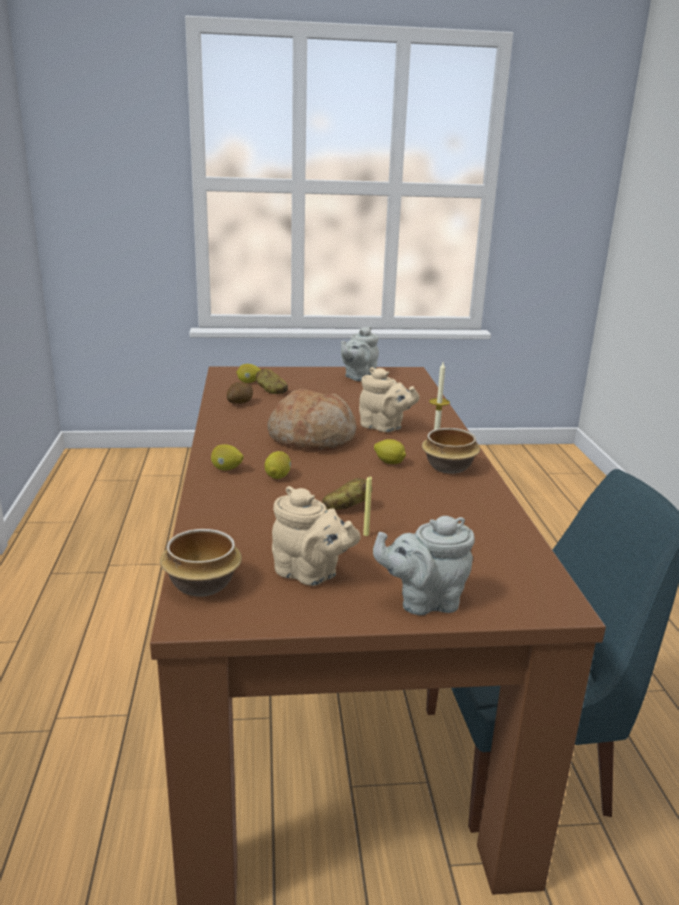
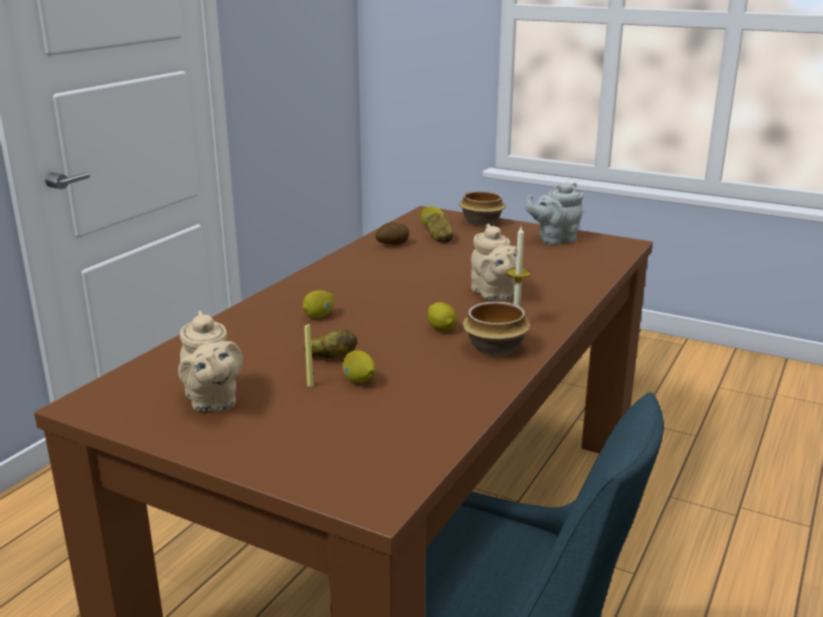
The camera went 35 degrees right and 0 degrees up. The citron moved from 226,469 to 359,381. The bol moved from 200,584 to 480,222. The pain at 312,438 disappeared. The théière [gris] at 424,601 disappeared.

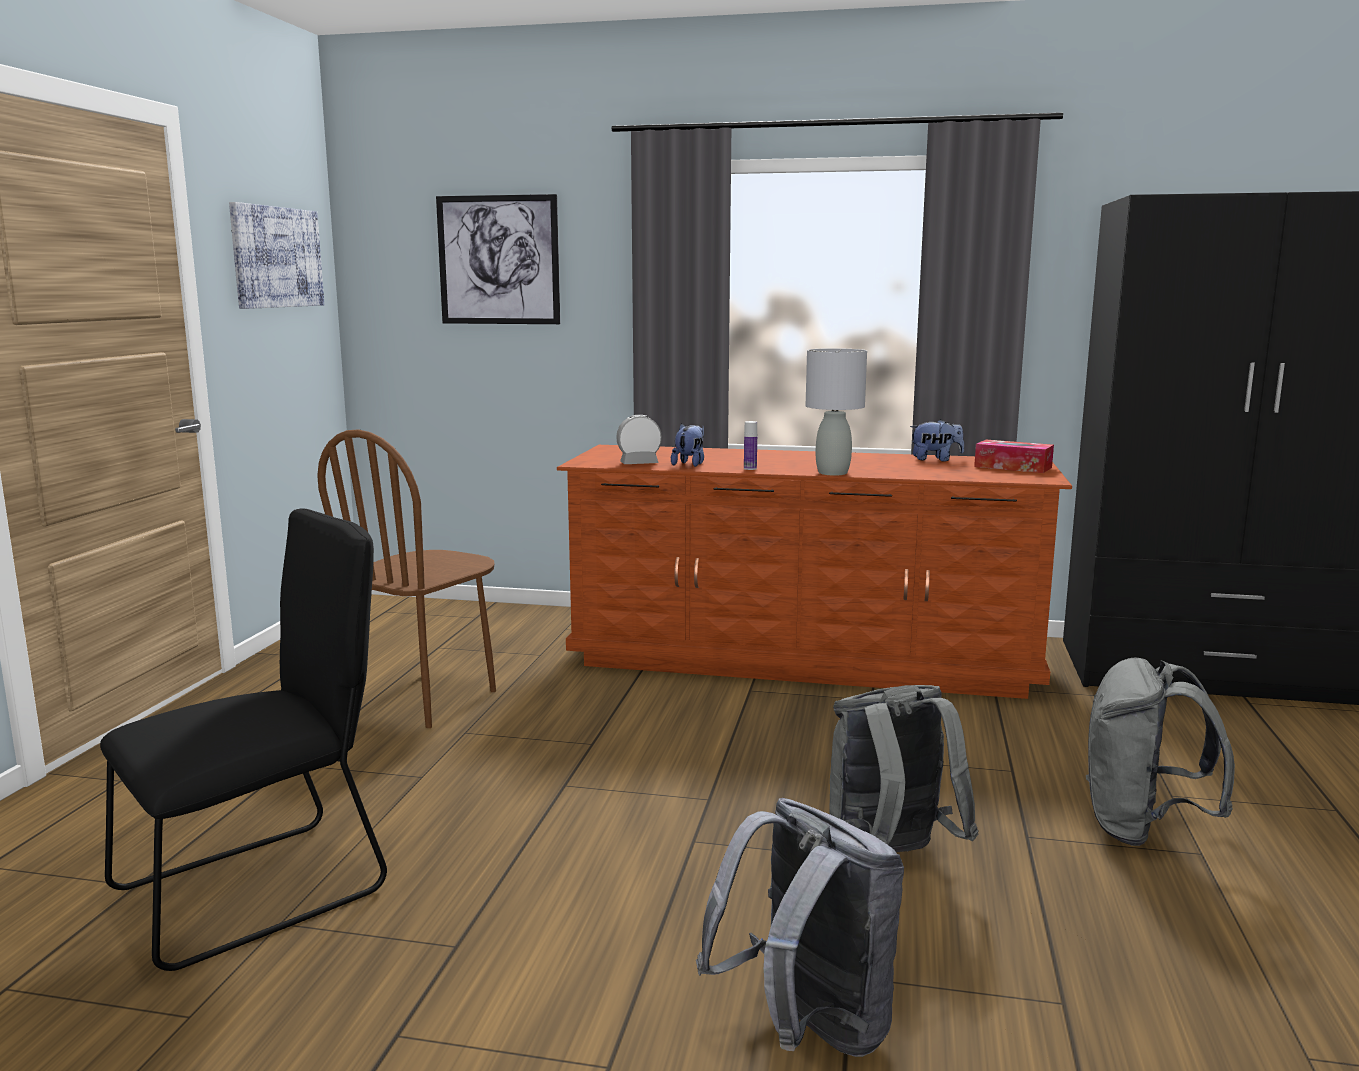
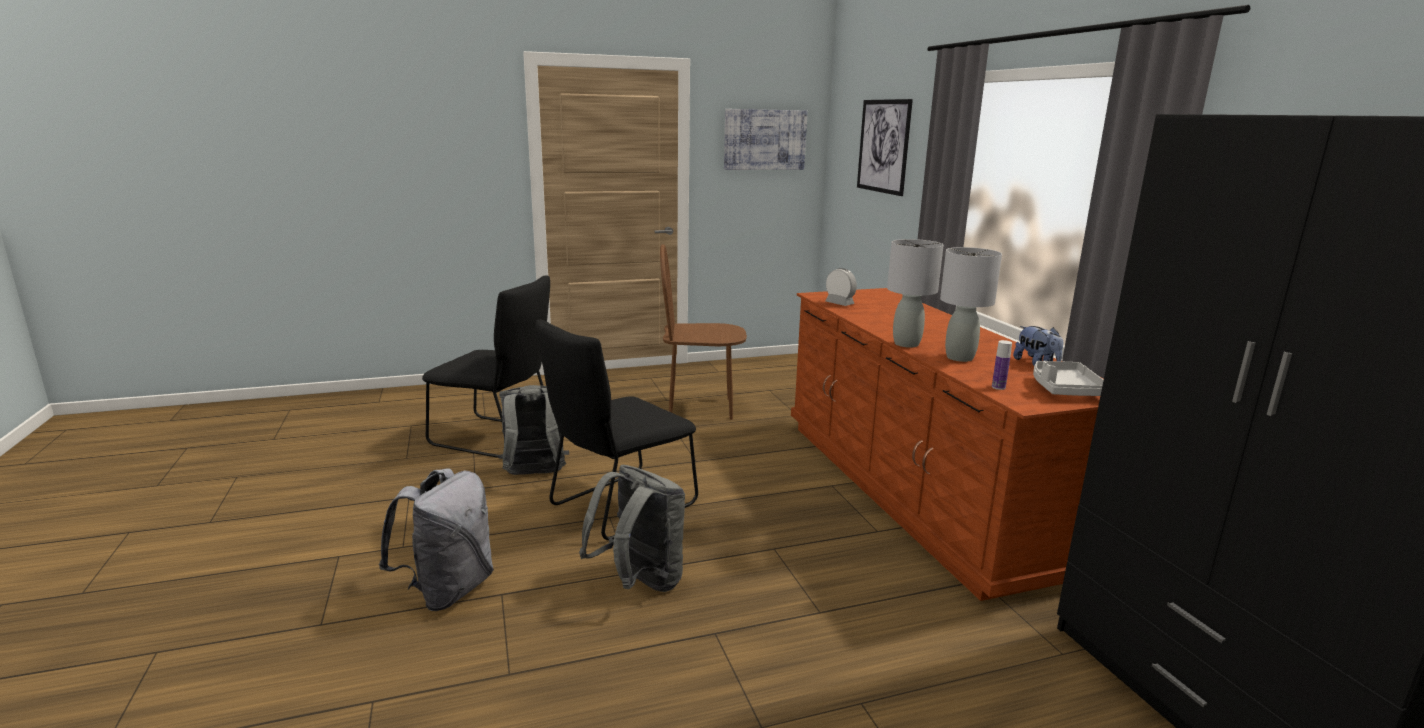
The camera went 60 degrees right and 5 degrees up. The sac à dos [gris] moved from 1142,829 to 535,475. The chaise [noir] at 618,507 appeared. The lampe de table [gris] at 959,357 appeared. The bouteille moved from 750,468 to 998,387. The boîte à mouchoirs at 1013,467 was replaced by the plateau [gris] at 1064,389. The peluche at 690,464 disappeared.

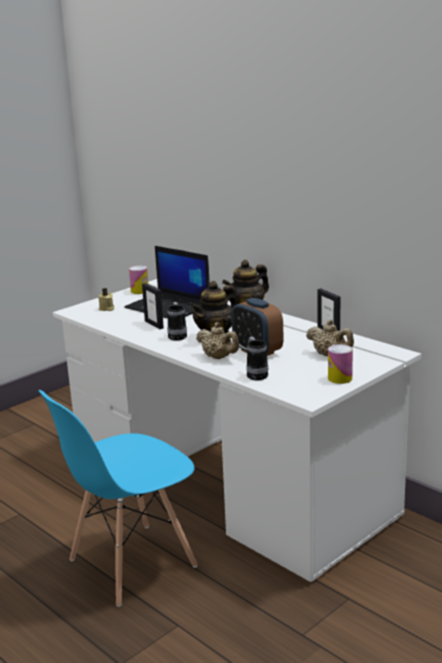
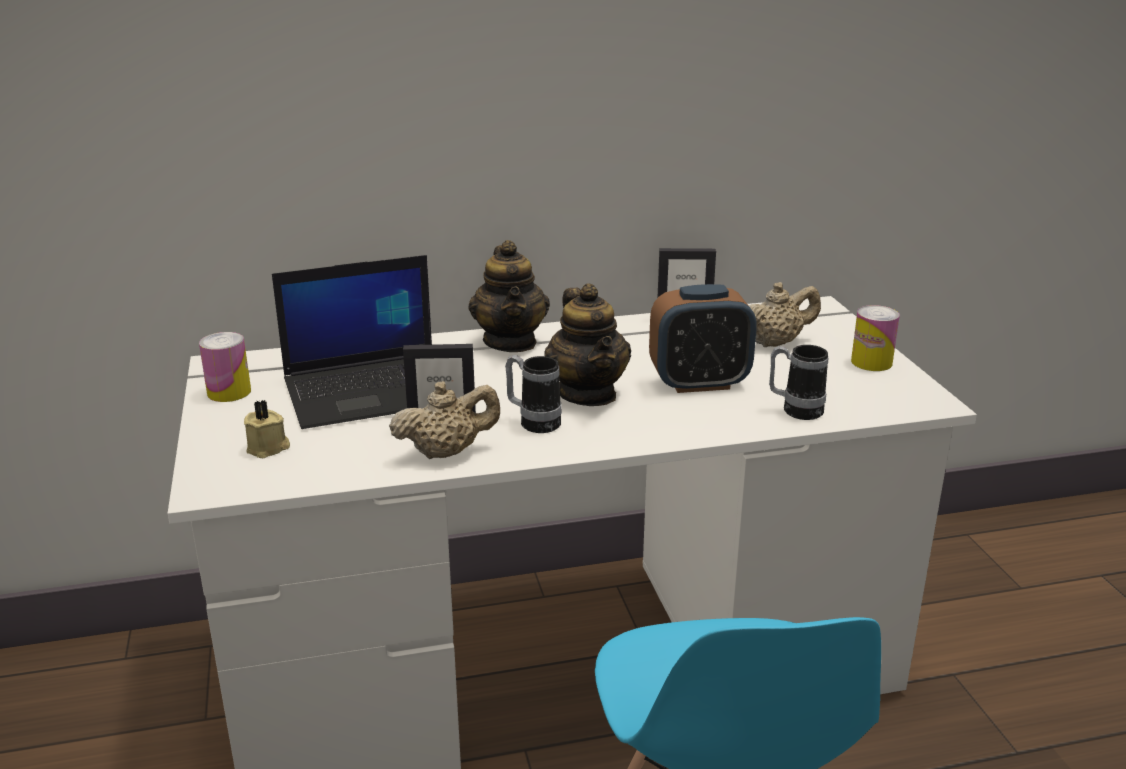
The camera went 60 degrees left and 5 degrees up. The théière [beige] moved from 219,357 to 447,452.

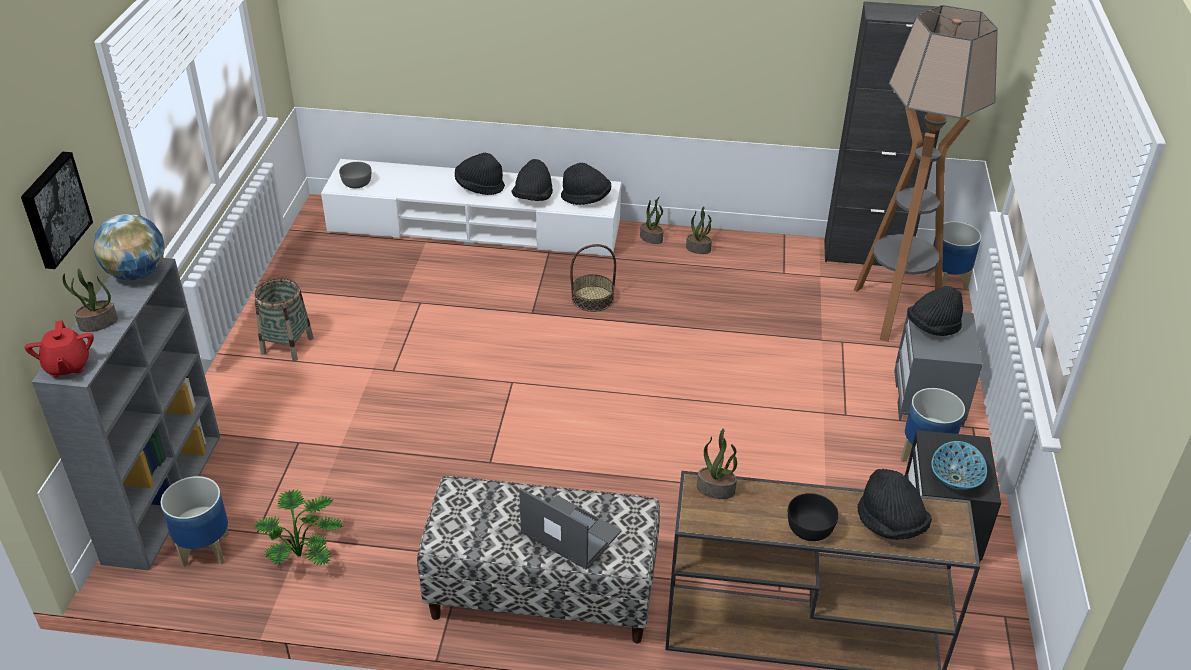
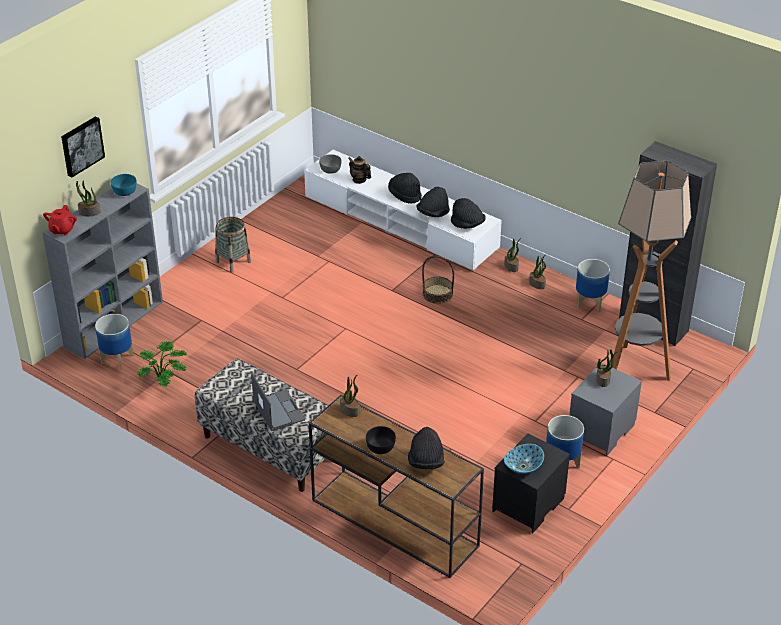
The camera went 30 degrees right and 0 degrees up. The globe at 137,273 was replaced by the bol [turquoise] at 125,191. The théière at 359,179 appeared. The cache-pot moved from 946,282 to 589,303. The chapeau [noir] at 932,327 was replaced by the plante en pot at 603,380.

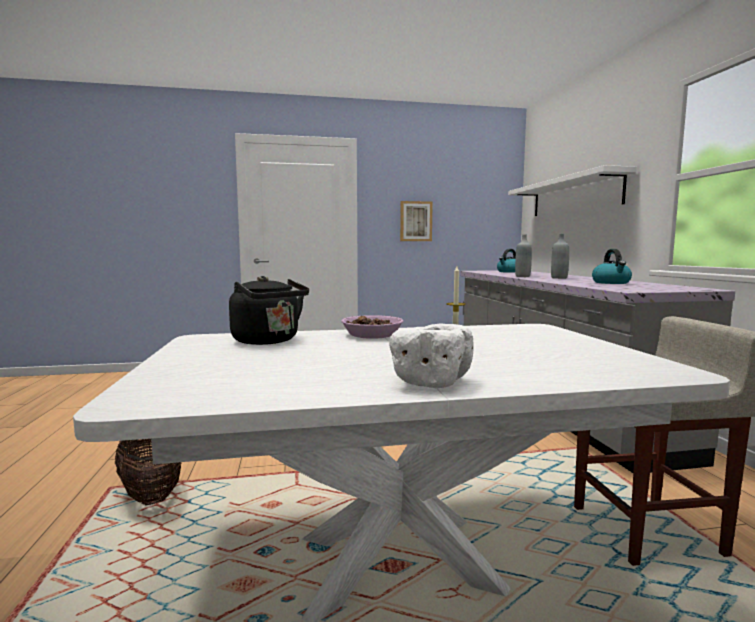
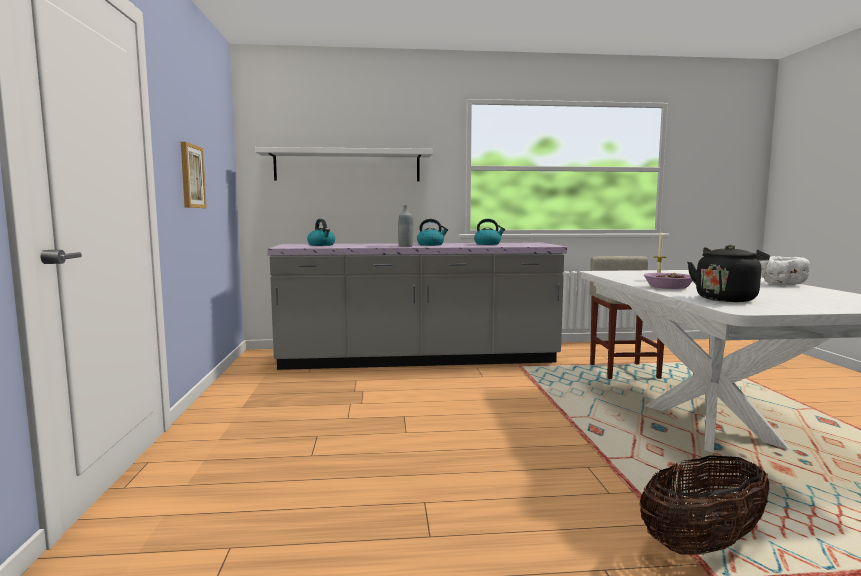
The camera went 85 degrees left and 0 degrees up. The bouteille [gris] at 559,278 was replaced by the bouilloire at 431,245.

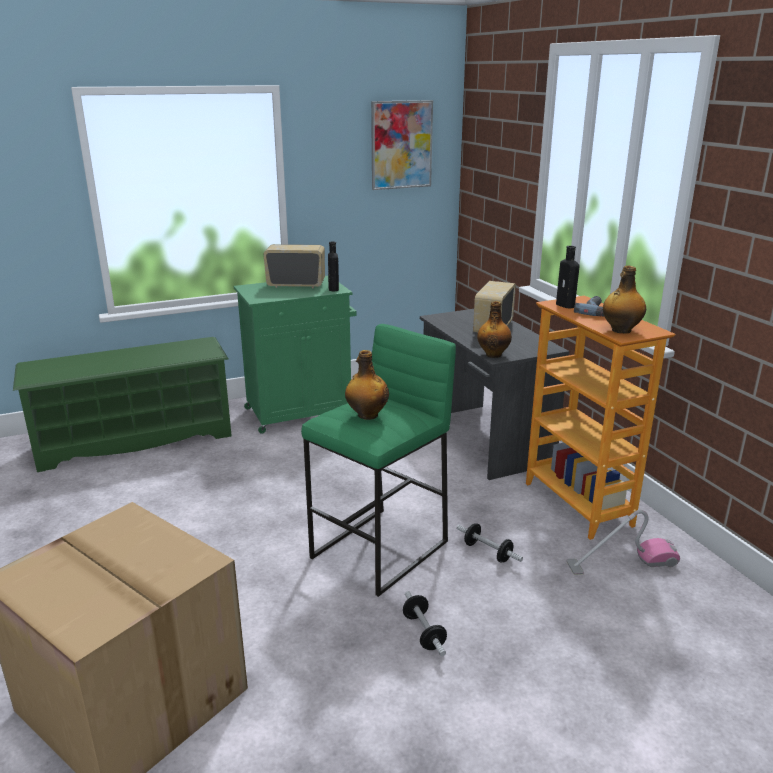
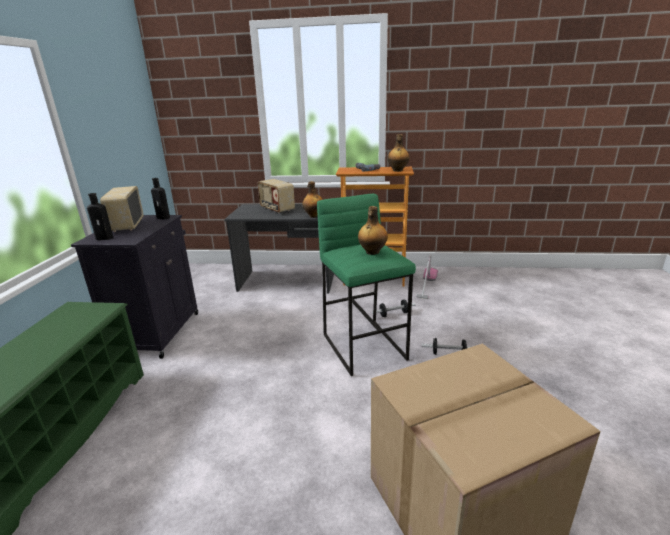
The camera went 60 degrees left and 0 degrees up. The meuble de rangement [vert] at 301,412 became the meuble de rangement [noir] at 158,332. The bouteille [noir] moved from 566,305 to 105,238. The radio at 296,285 turned 45 degrees counterclockwise. The tableau at 401,145 disappeared.

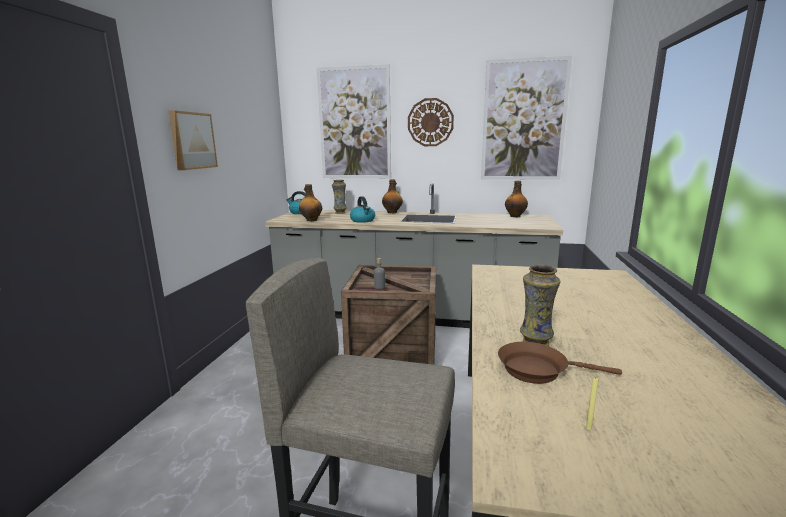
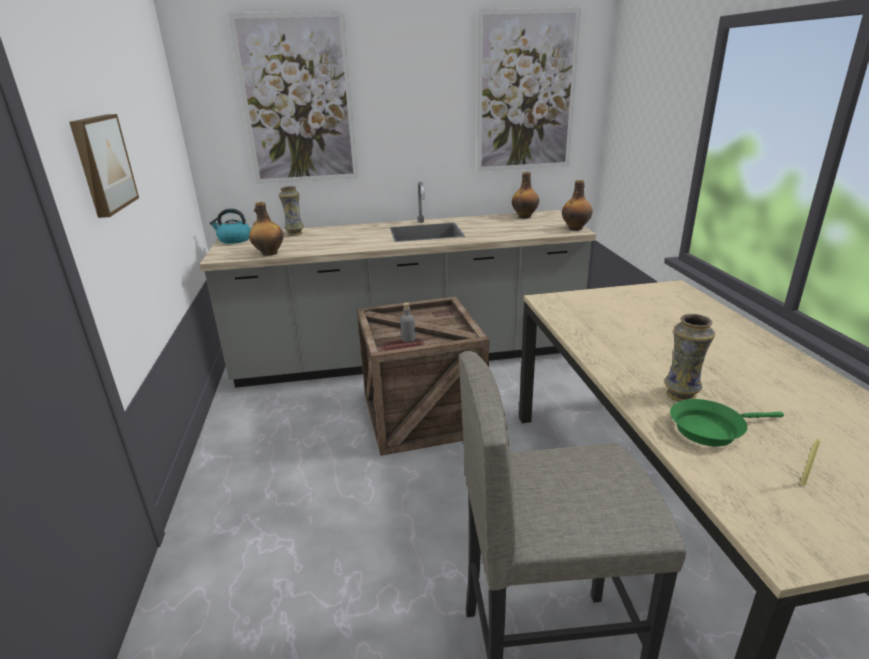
The camera went 20 degrees left and 10 degrees up. The bouteille moved from 392,212 to 576,228. The poêle [marron] at 538,370 became the poêle [vert] at 711,429. The bouilloire at 363,220 disappeared. The horloge murale at 430,122 disappeared.

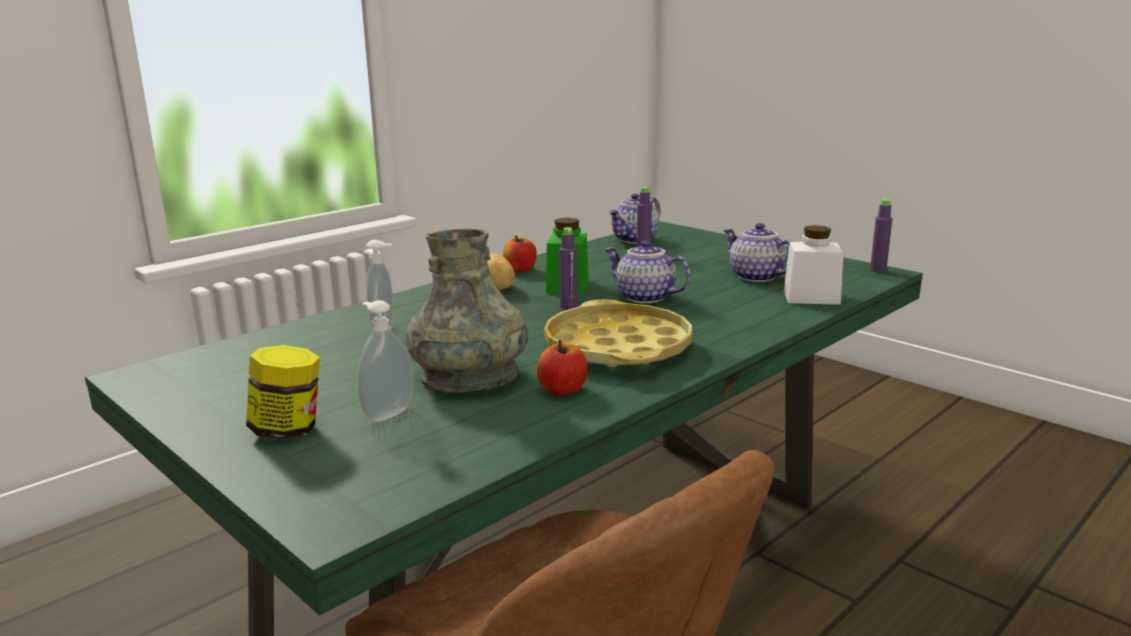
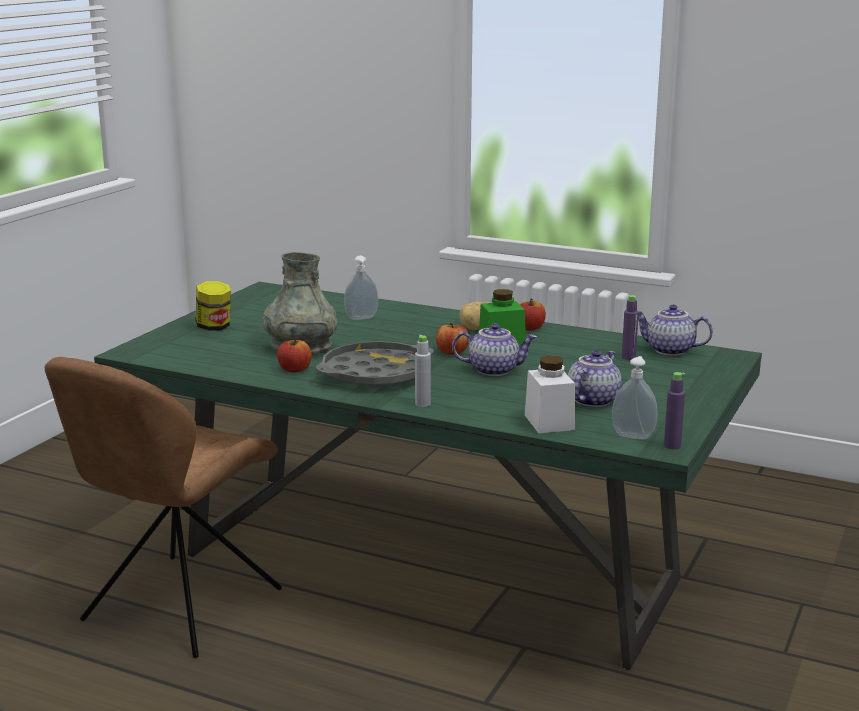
The camera went 70 degrees right and 0 degrees up. The plateau [jaune] at 617,348 became the plateau [gris] at 375,374. The bouteille [gris] at 422,404 appeared. The bouteille [violet] at 568,306 was replaced by the pomme at 452,352. The théière at 643,297 turned 75 degrees clockwise. The distributeur de savon moved from 386,413 to 633,435.

